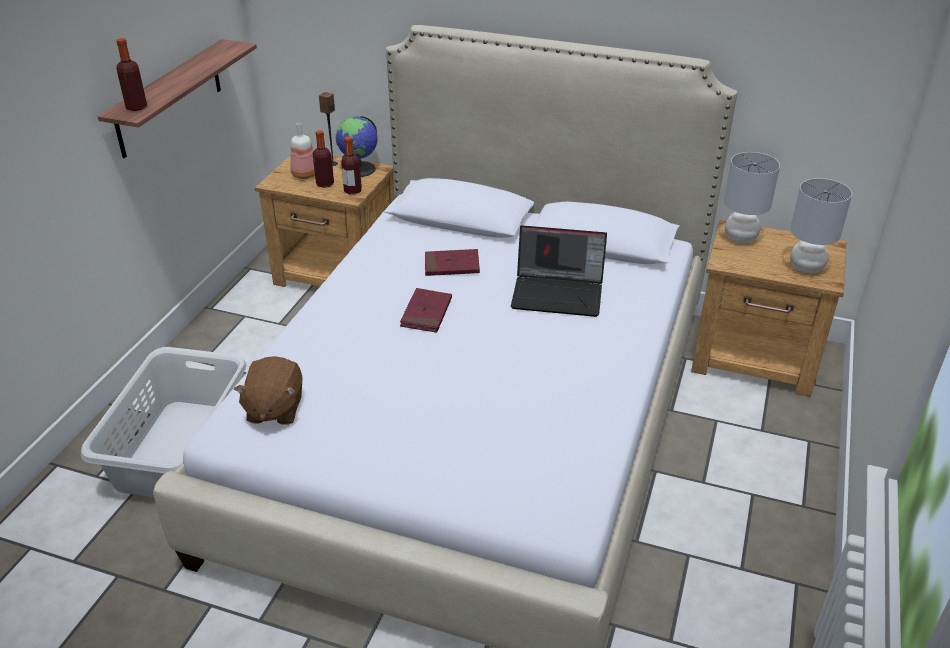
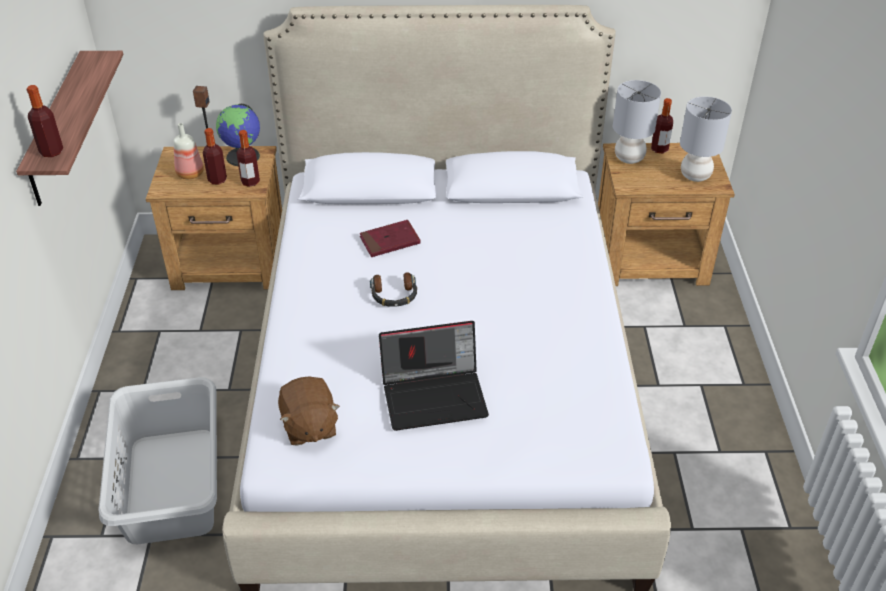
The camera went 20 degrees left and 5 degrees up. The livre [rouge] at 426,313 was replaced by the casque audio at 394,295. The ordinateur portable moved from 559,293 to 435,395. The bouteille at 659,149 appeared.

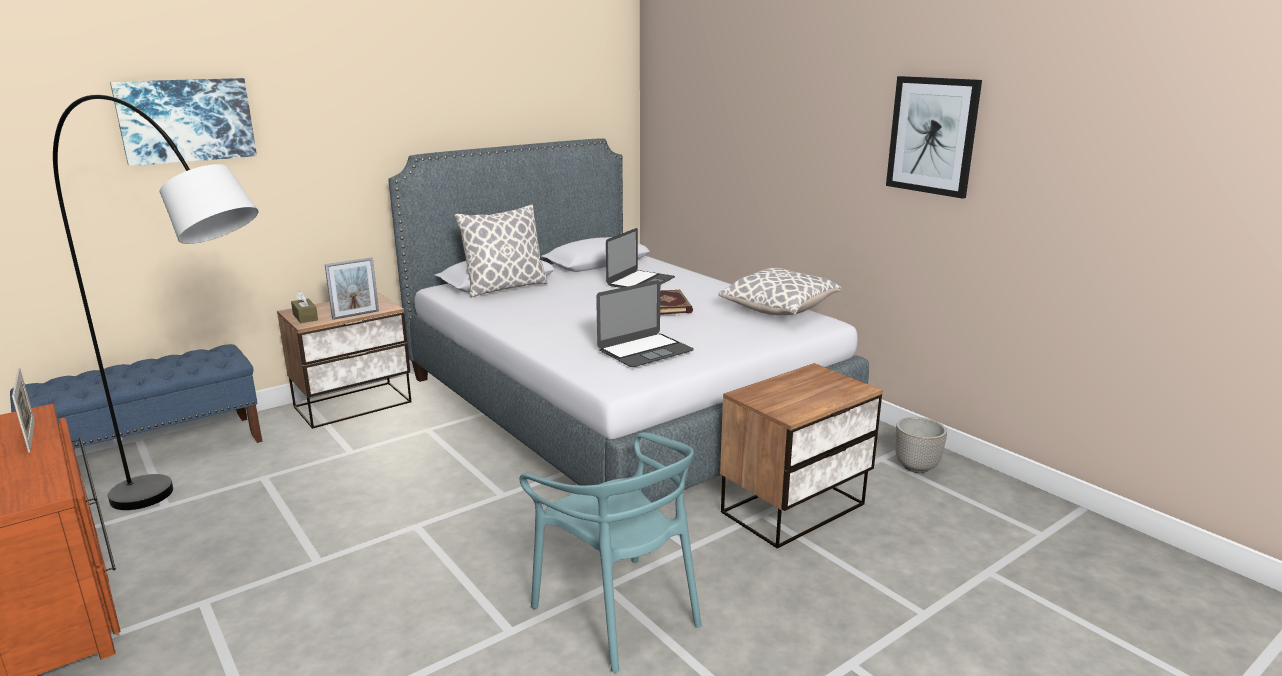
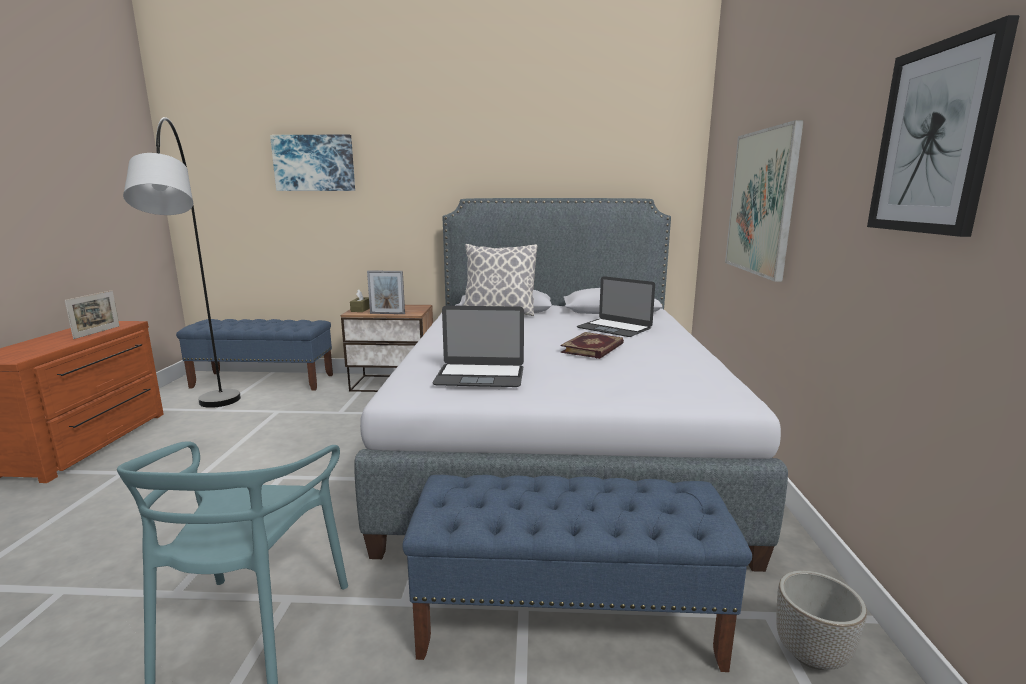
The camera went 40 degrees right and 5 degrees down. The table de chevet at 796,509 was replaced by the banc [bleu] at 568,621. The ordinateur portable at 640,281 turned 60 degrees clockwise. The tableau at 761,202 appeared. The coussin at 779,310 disappeared.

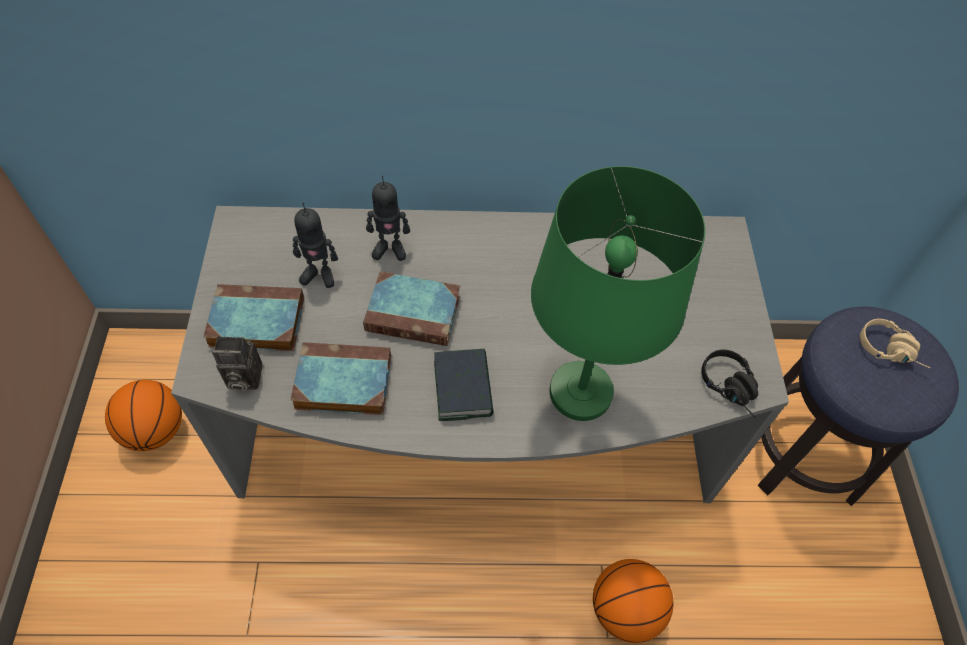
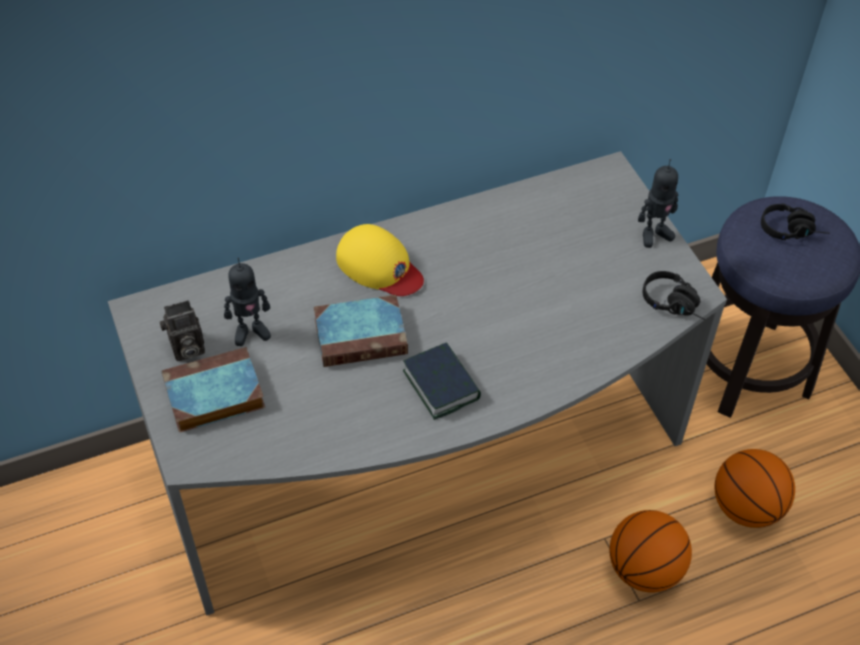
The camera went 20 degrees left and 5 degrees down. The appareil photo moved from 242,378 to 186,349. The casquette [jaune] at 379,266 appeared. The robot jouet moved from 389,249 to 654,234. The ballon de basket moved from 155,430 to 746,507. The casque audio [beige] at 891,351 became the casque audio [noir] at 792,230. The livre at 341,383 disappeared. The lampe de table [vert] at 581,393 disappeared.

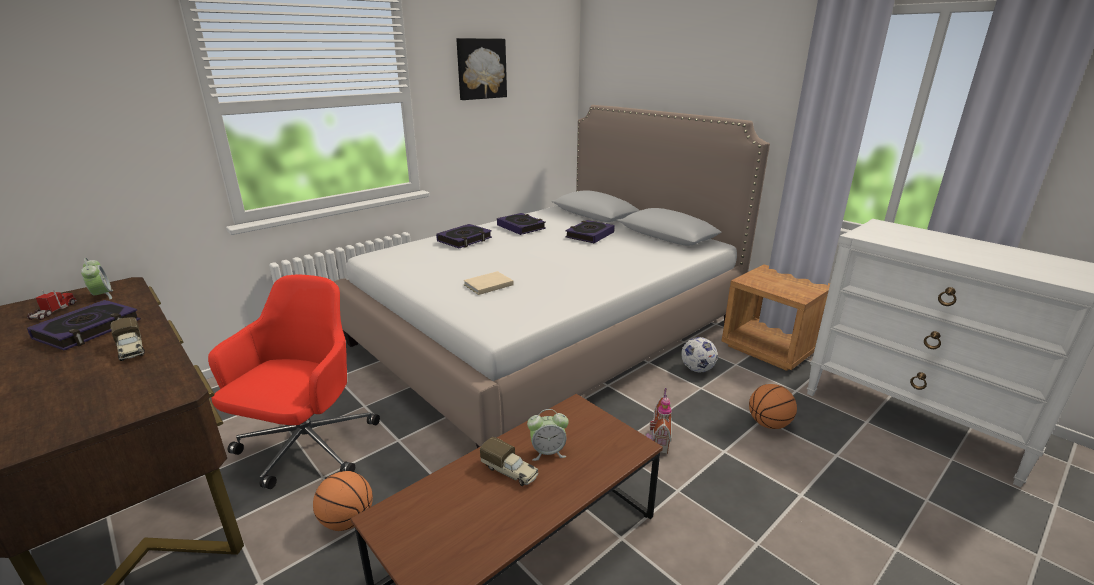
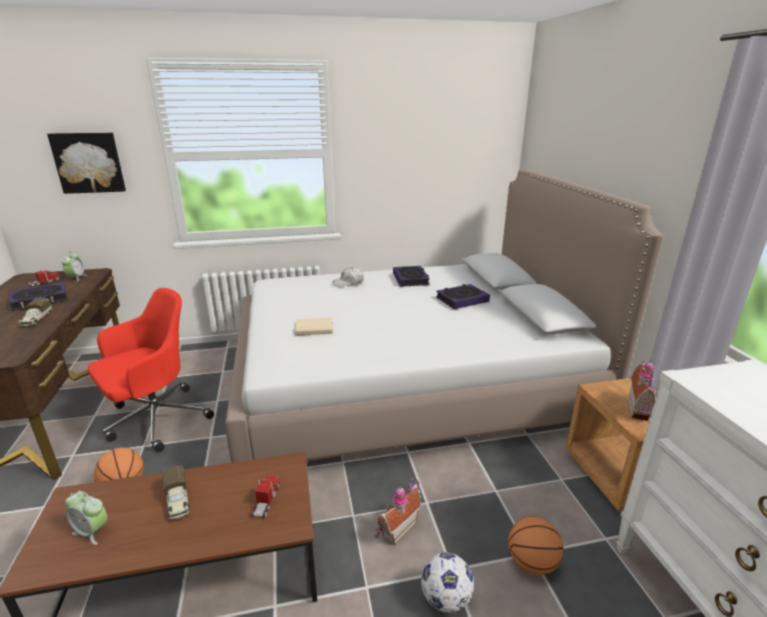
The camera went 30 degrees right and 0 degrees up. The tableau moved from 481,69 to 89,163. The réveil moved from 548,452 to 92,531. The camion jouet at 266,501 appeared. The livre at 464,240 was replaced by the casquette [blanc] at 348,282. The ballon de foot moved from 697,369 to 445,598. The maison miniature at 641,410 appeared.

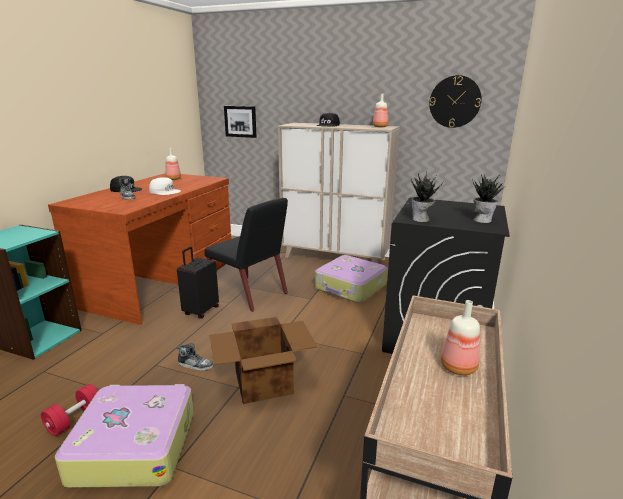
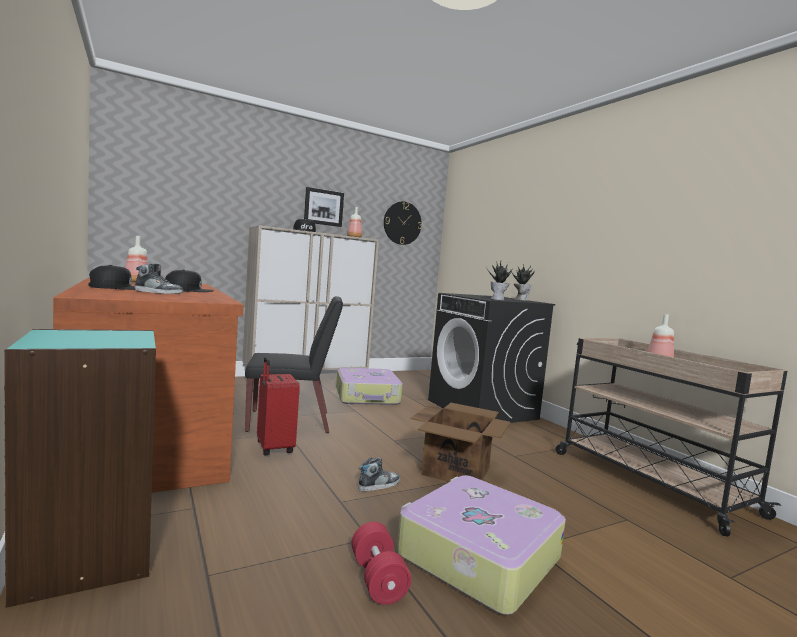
The camera went 50 degrees left and 15 degrees down. The casquette [blanc] at 165,191 became the casquette [noir] at 188,290. The valise [noir] at 200,311 became the valise [rouge] at 273,448. The tableau moved from 240,121 to 323,207.

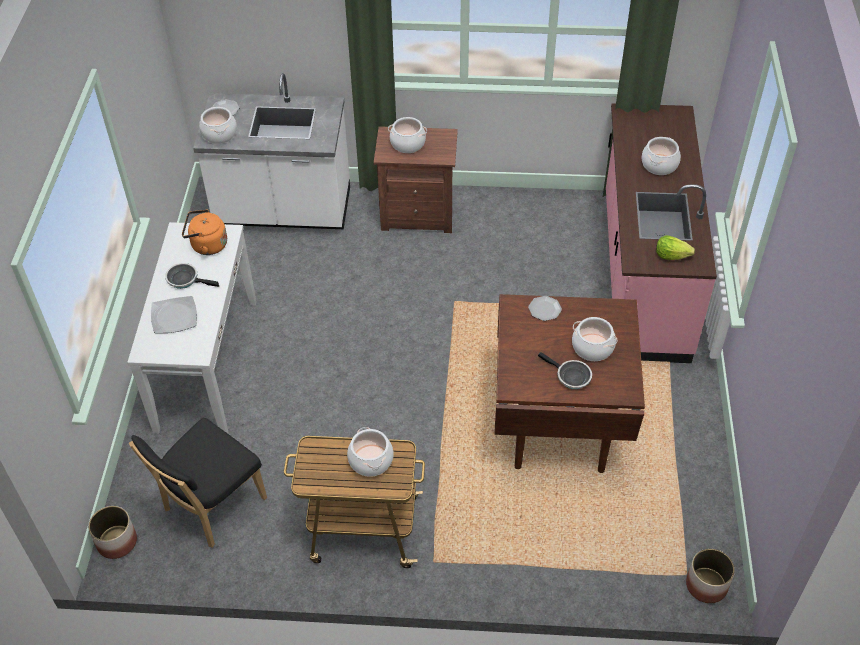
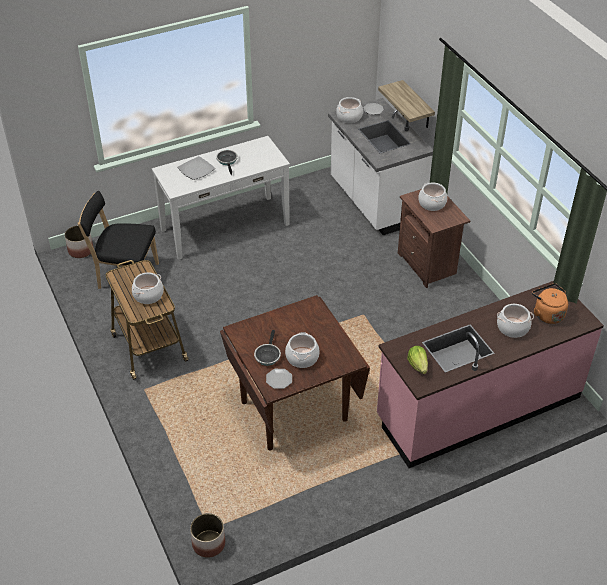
The camera went 60 degrees right and 5 degrees down. The assiette moved from 545,309 to 279,379. The étagère at 417,106 appeared. The bouilloire [orange] moved from 207,245 to 547,314.

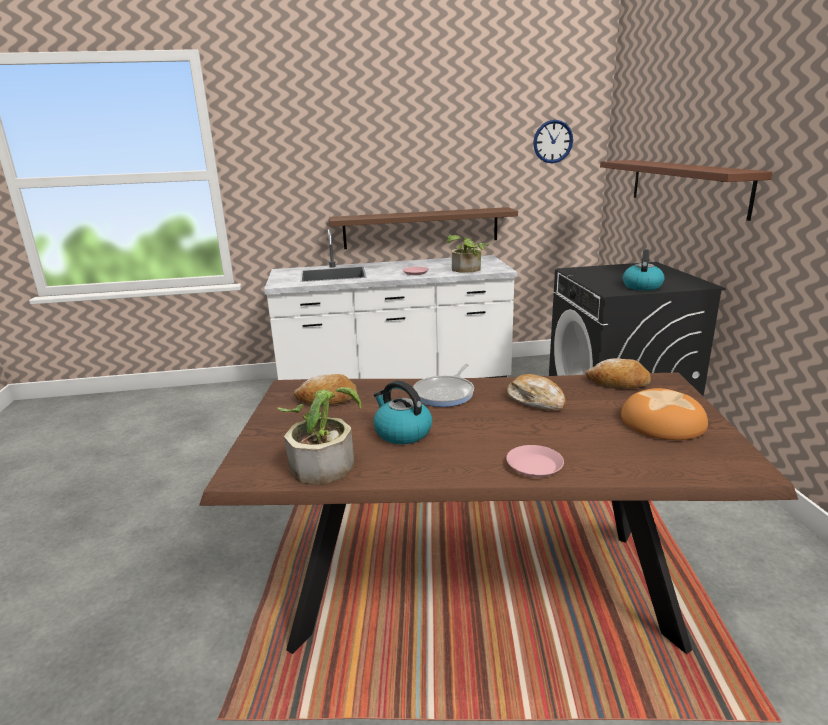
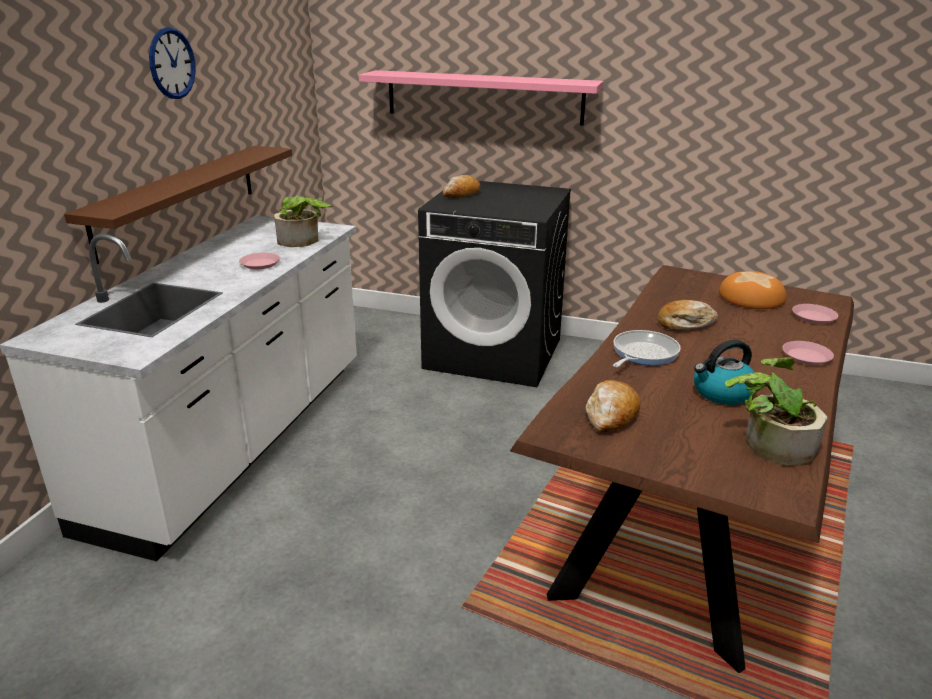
The camera went 65 degrees left and 5 degrees up. The horloge murale moved from 553,141 to 172,63. The étagère [marron] at 686,186 became the étagère [rose] at 484,97. The pain moved from 618,382 to 461,194. The poêle at 445,393 turned 105 degrees counterclockwise. The assiette [rose] at 813,317 appeared. The bouilloire at 641,286 disappeared.

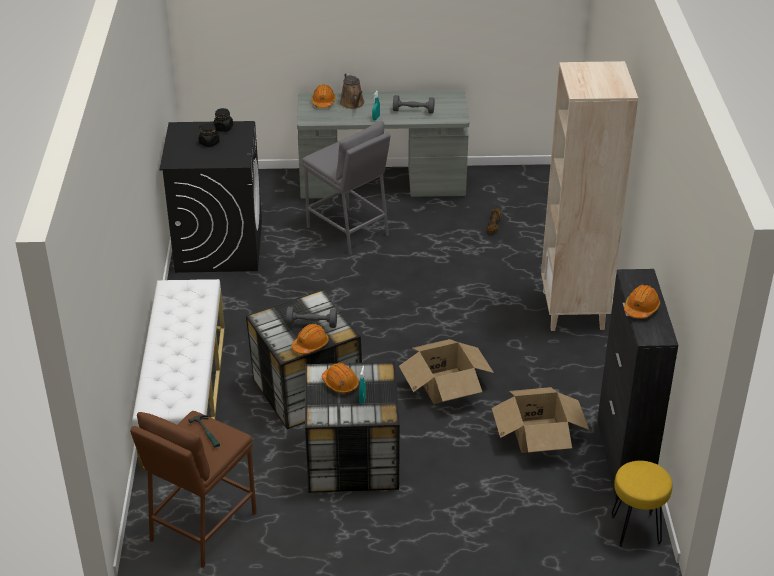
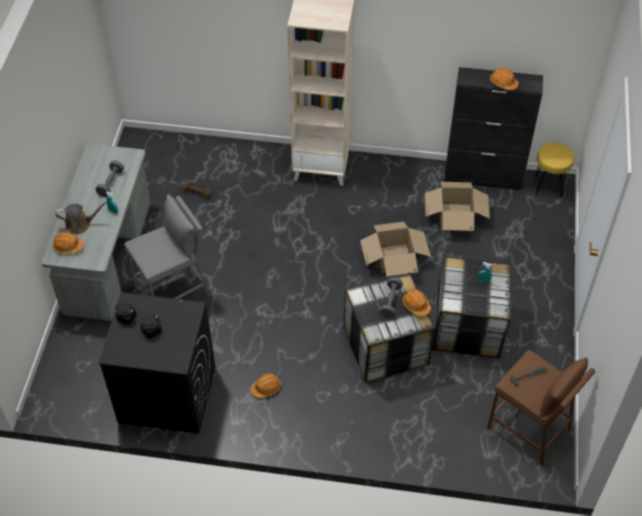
The camera went 80 degrees left and 15 degrees up. The casque de chantier [orange] moved from 340,384 to 266,388. The banc [blanc] at 184,395 disappeared.

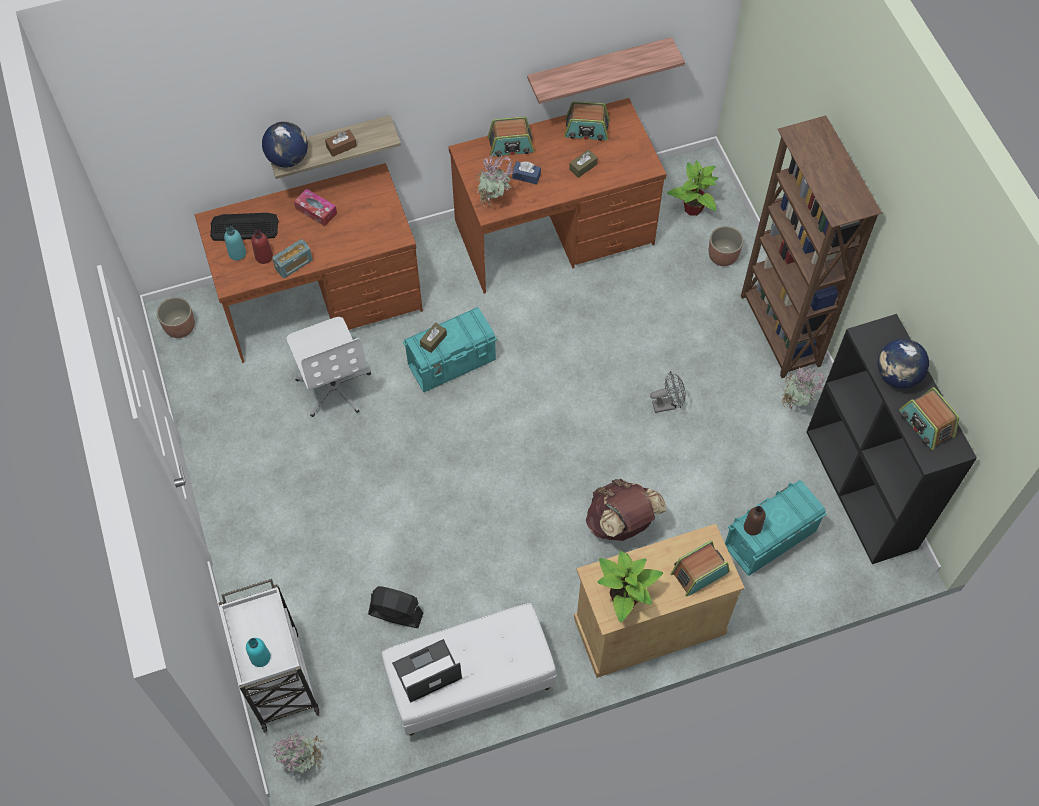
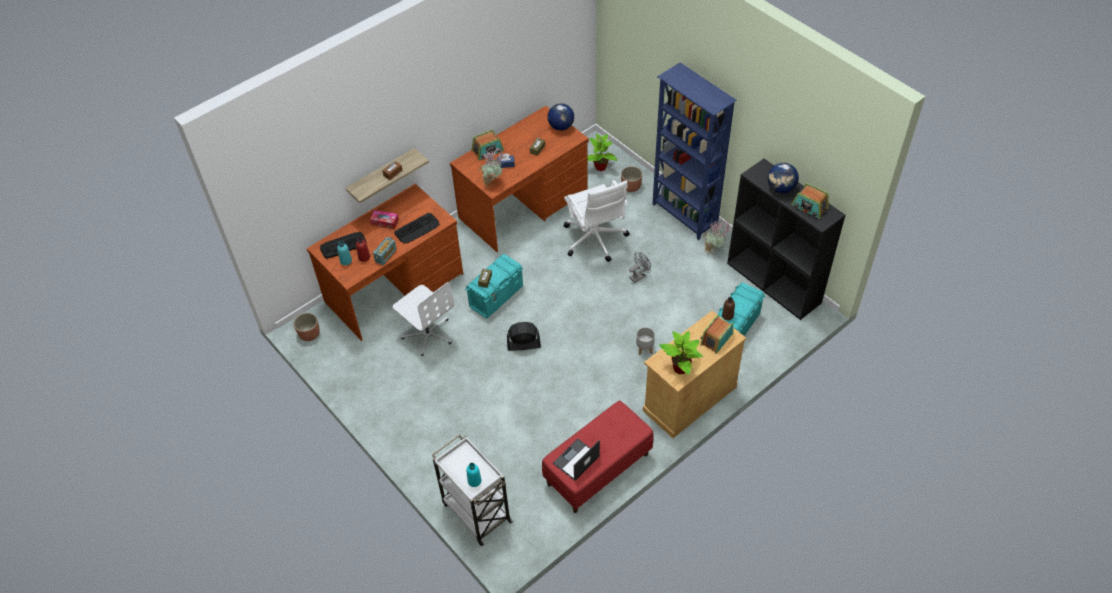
The camera went 20 degrees left and 10 degrees down. The clavier at 417,228 appeared. The ventilateur [noir] moved from 395,613 to 523,344. The banc [blanc] at 470,683 became the banc [rouge] at 598,470. The globe moved from 288,158 to 561,126. The chaise de bureau [blanc] at 595,240 appeared. The sac à dos [marron] at 621,523 was replaced by the cache-pot [gris] at 644,349. The bibliothèque [marron] at 779,332 became the bibliothèque [bleu] at 684,216. The plante en pot at 303,762 disappeared. The étagère at 599,67 disappeared. The radio at 586,130 disappeared.

